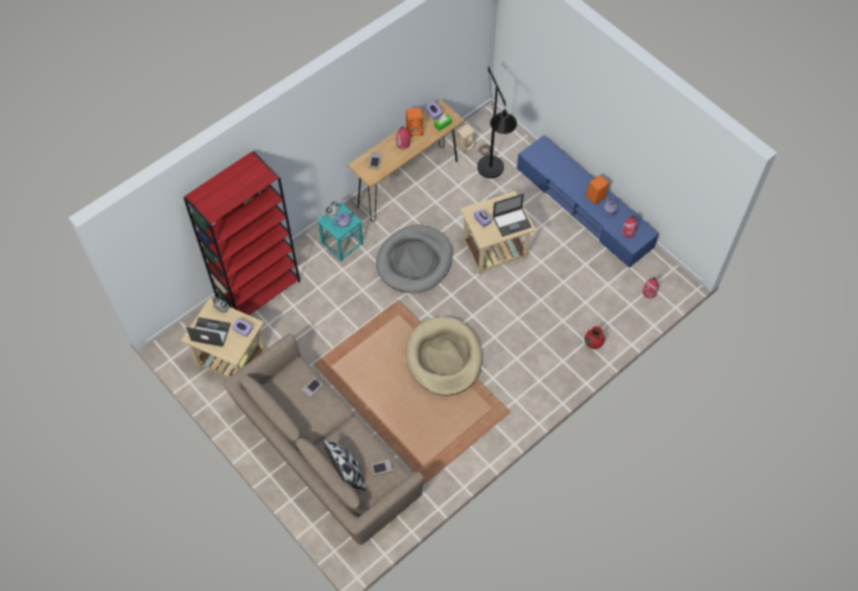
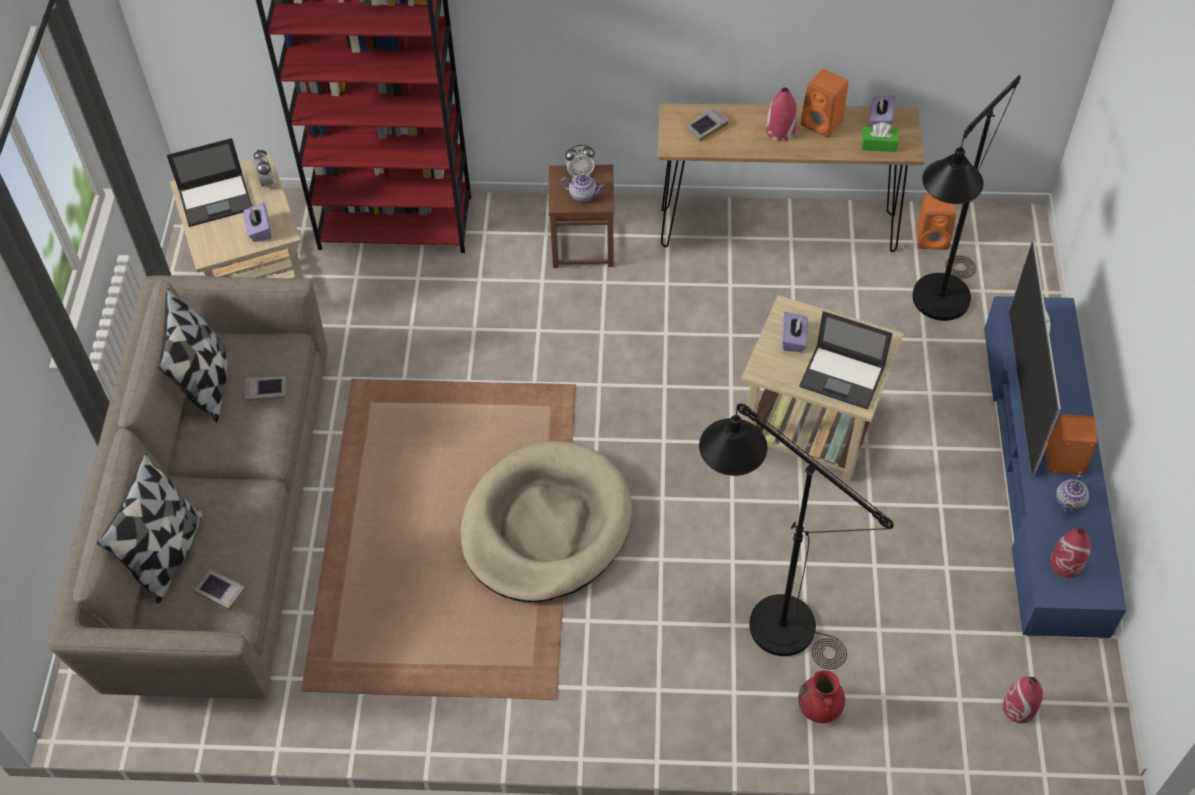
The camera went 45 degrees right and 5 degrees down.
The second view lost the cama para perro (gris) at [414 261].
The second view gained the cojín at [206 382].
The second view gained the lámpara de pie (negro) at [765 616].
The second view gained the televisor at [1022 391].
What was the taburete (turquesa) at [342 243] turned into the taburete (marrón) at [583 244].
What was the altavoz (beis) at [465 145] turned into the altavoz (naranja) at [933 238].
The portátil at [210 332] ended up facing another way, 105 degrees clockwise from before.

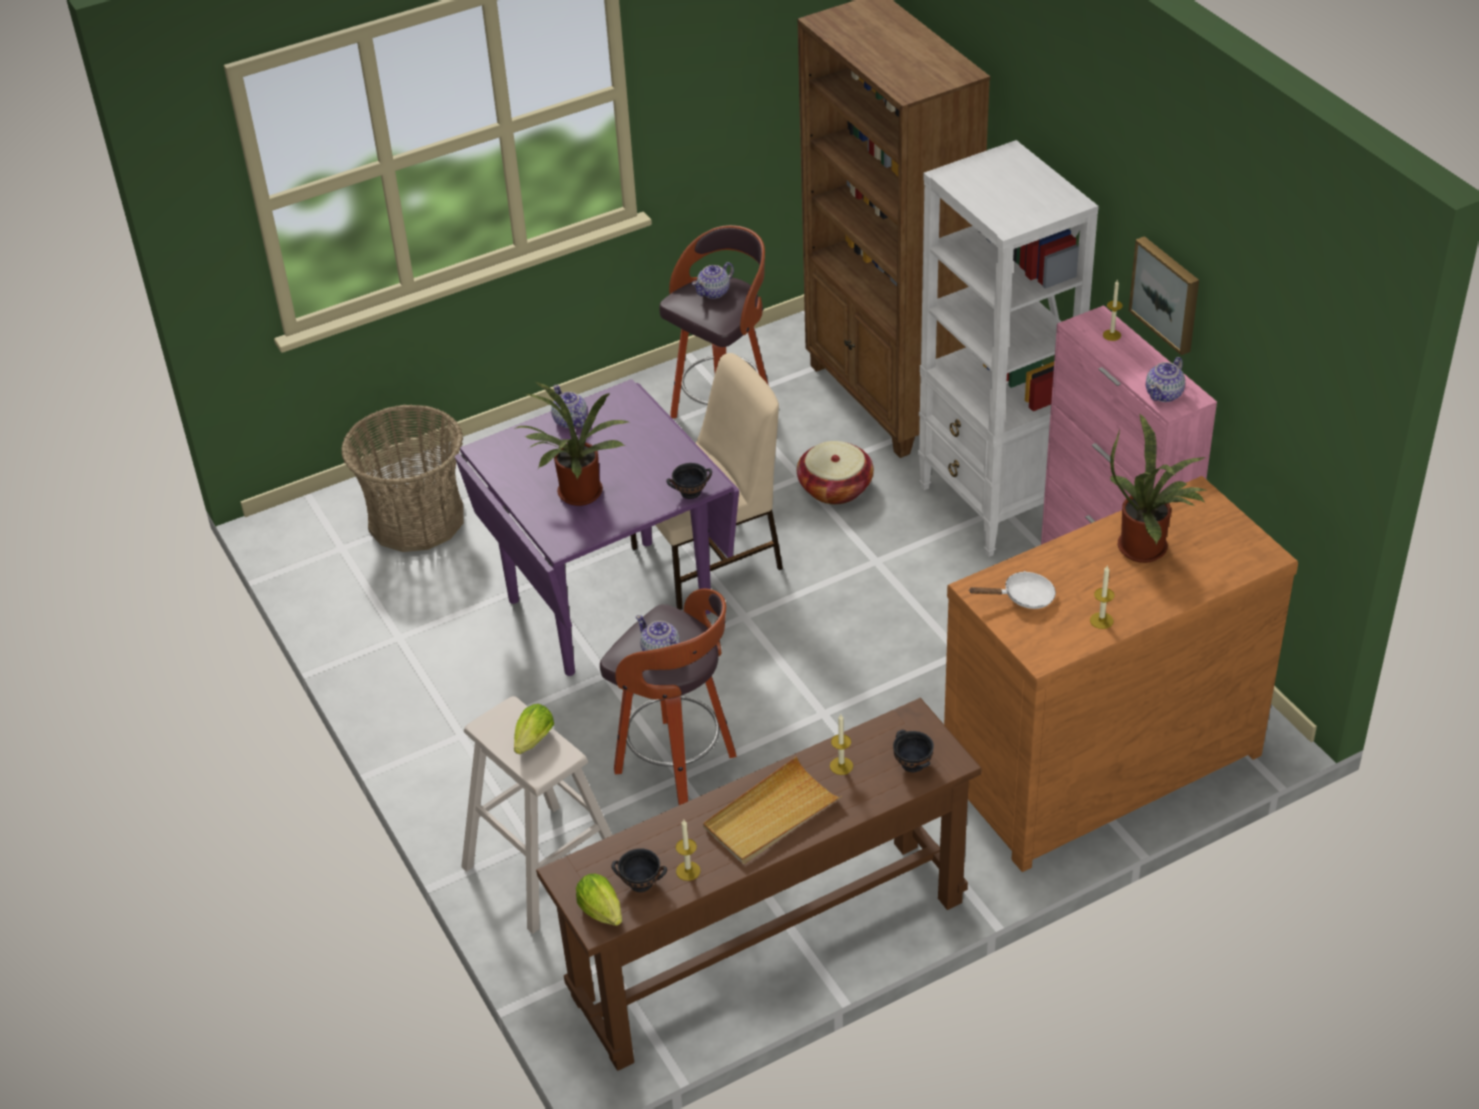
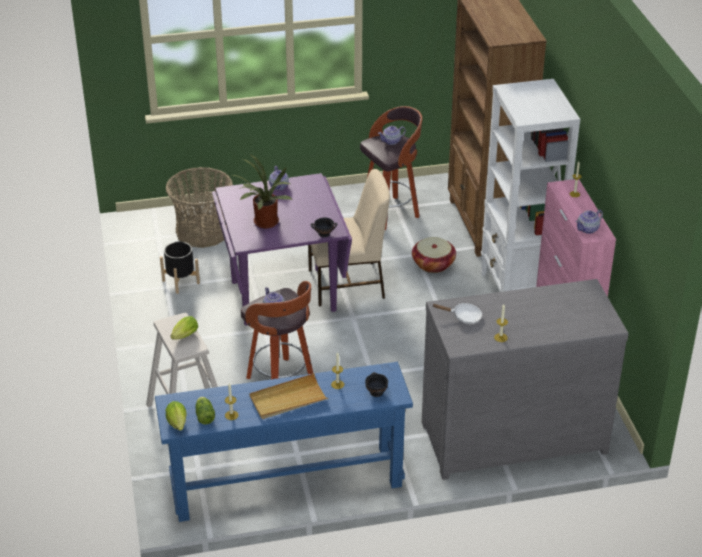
The camera went 15 degrees right and 5 degrees down.
The second view lost the planta en maceta at [1147 548].
The second view lost the cuadro at [1167 294].
The second view gained the maceta (negro) at [181 282].
Where the cuenco (negro) stood at [641 883], the lechuga came to stand at [204 415].
What was the mesa consola (marrón) at [769 948] turned into the mesa consola (azul) at [286 483].
What was the cómoda (marrón) at [1097 763] turned into the cómoda (gris) at [511 435].

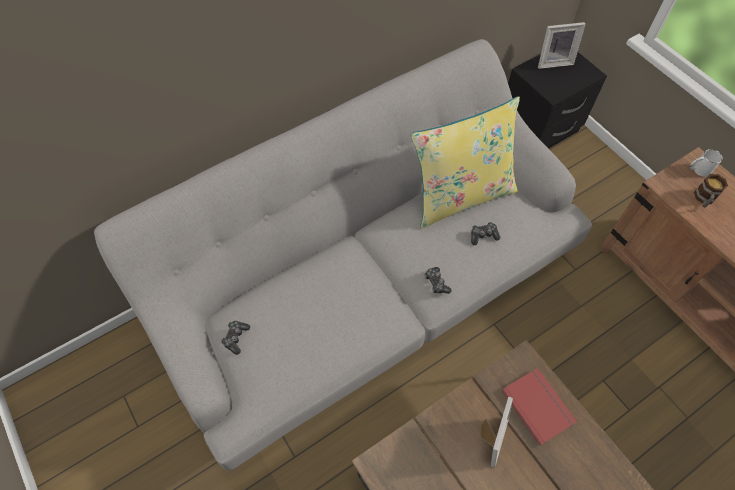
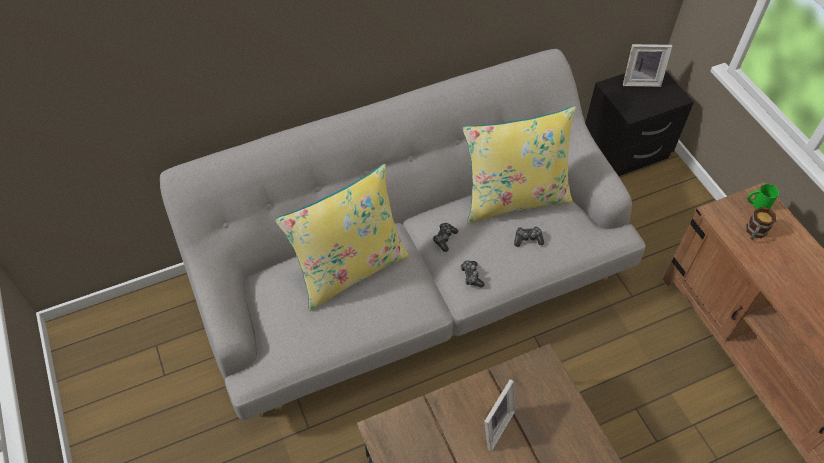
The camera went 10 degrees right and 5 degrees down.
The second view lost the libro (rojo) at [539 405].
The second view gained the cojín (amarillo) at [350 268].
The mando de consola ended up elsewhere, having gone from [236 338] to [444 239].
What was the taza grande (blanco) at [698 169] turned into the taza grande (verde) at [757 204].

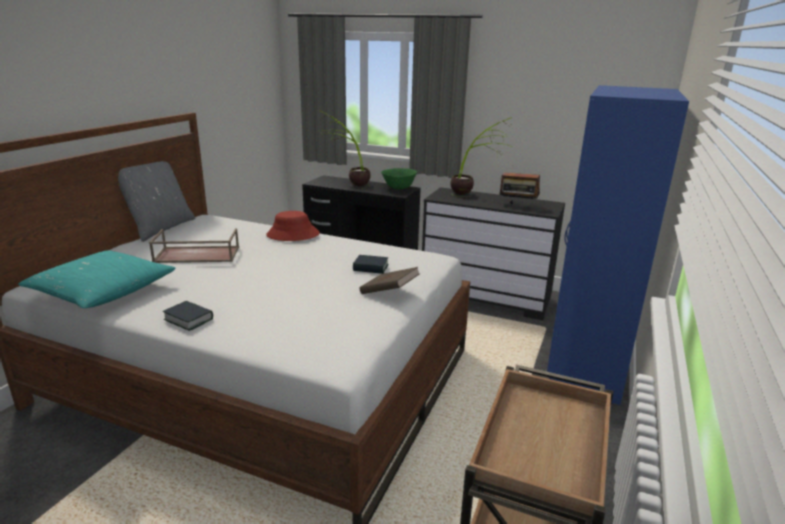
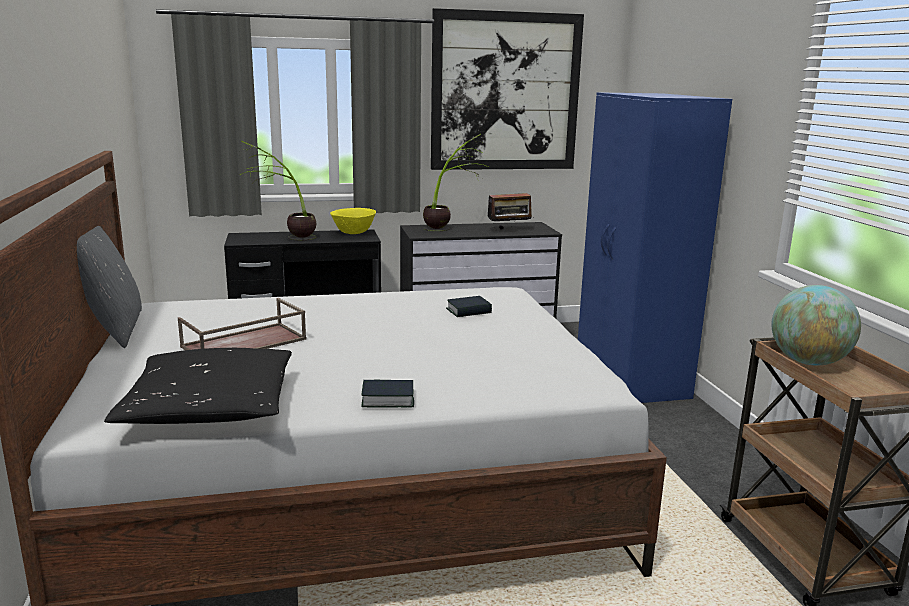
The camera went 35 degrees left and 5 degrees down.
The second view lost the sombrero (rojo) at [293 235].
The second view lost the libro (marrón) at [389 293].
The second view gained the cuadro at [505 92].
The second view gained the globo terráqueo at [808 362].
What was the cojín (turquesa) at [103 292] turned into the cojín (negro) at [210 407].
What was the cuenco (verde) at [399 188] turned into the cuenco (amarillo) at [354 233].

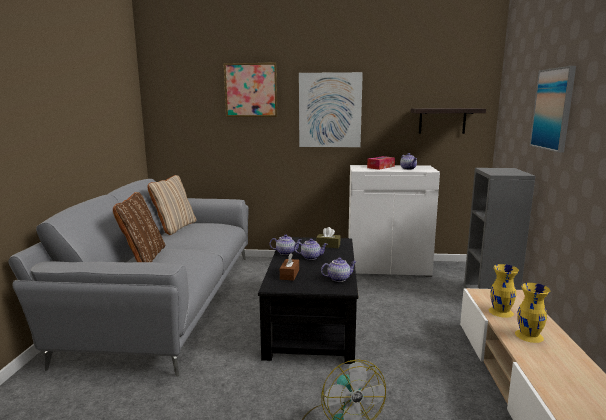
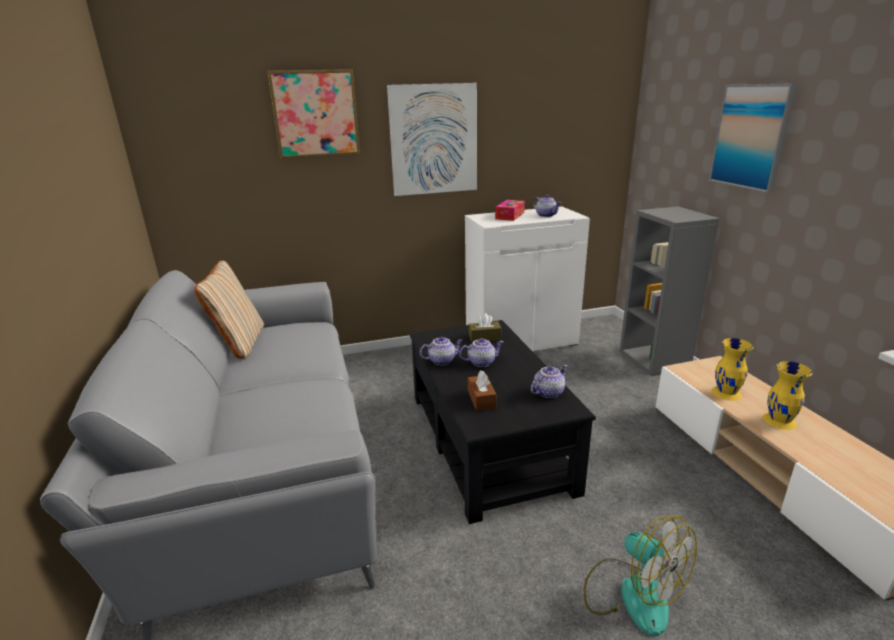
The camera went 20 degrees left and 10 degrees up.
The second view lost the cojín (marrón) at [143 257].
The second view lost the estante at [442 121].

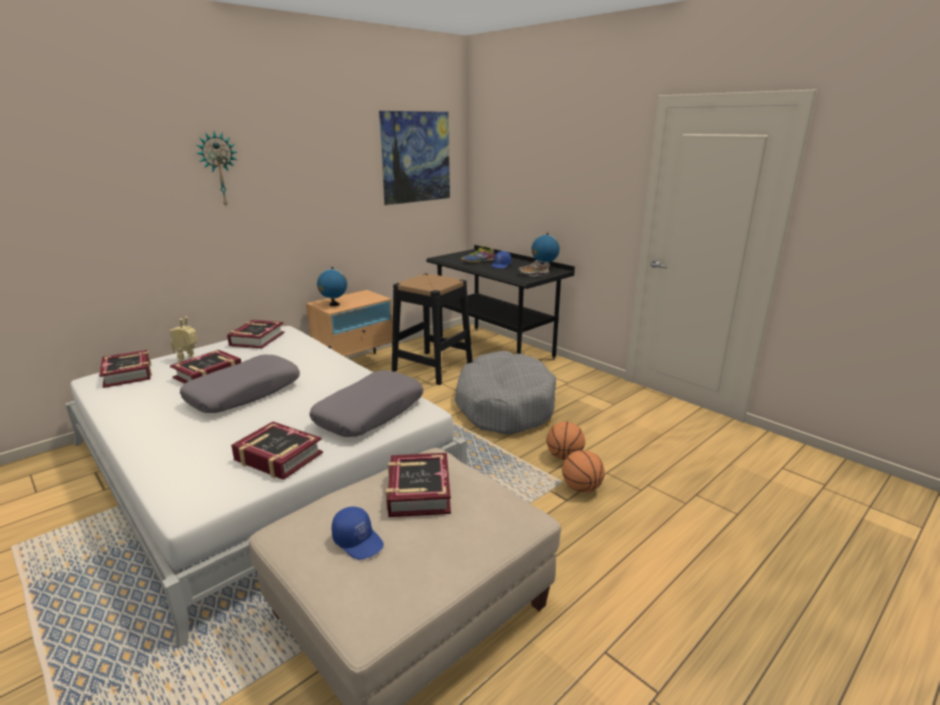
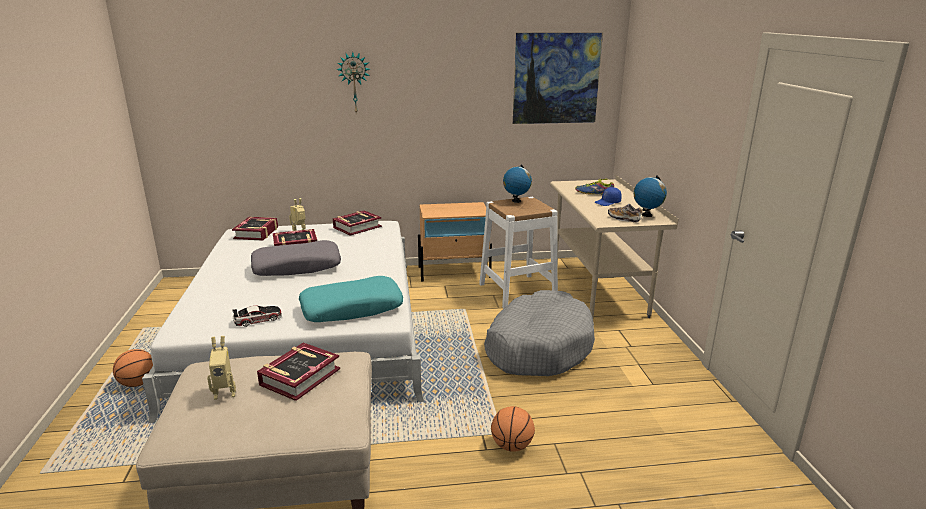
The camera went 35 degrees right and 0 degrees up.
The globo terráqueo ended up elsewhere, having gone from [334 304] to [516 201].
The balón de baloncesto ended up elsewhere, having gone from [564 457] to [138 383].
Where the libro stood at [278 457], the coche de juguete came to stand at [258 319].
Where the gorra (azul) stood at [358 541], the robot de juguete came to stand at [225 392].
What was the cojín (gris) at [369 413] turned into the cojín (turquesa) at [352 308].
What was the taburete (negro) at [432 367] turned into the taburete (blanco) at [517 291].
What was the escritorio (negro) at [495 349] turned into the escritorio (beis) at [598 291].

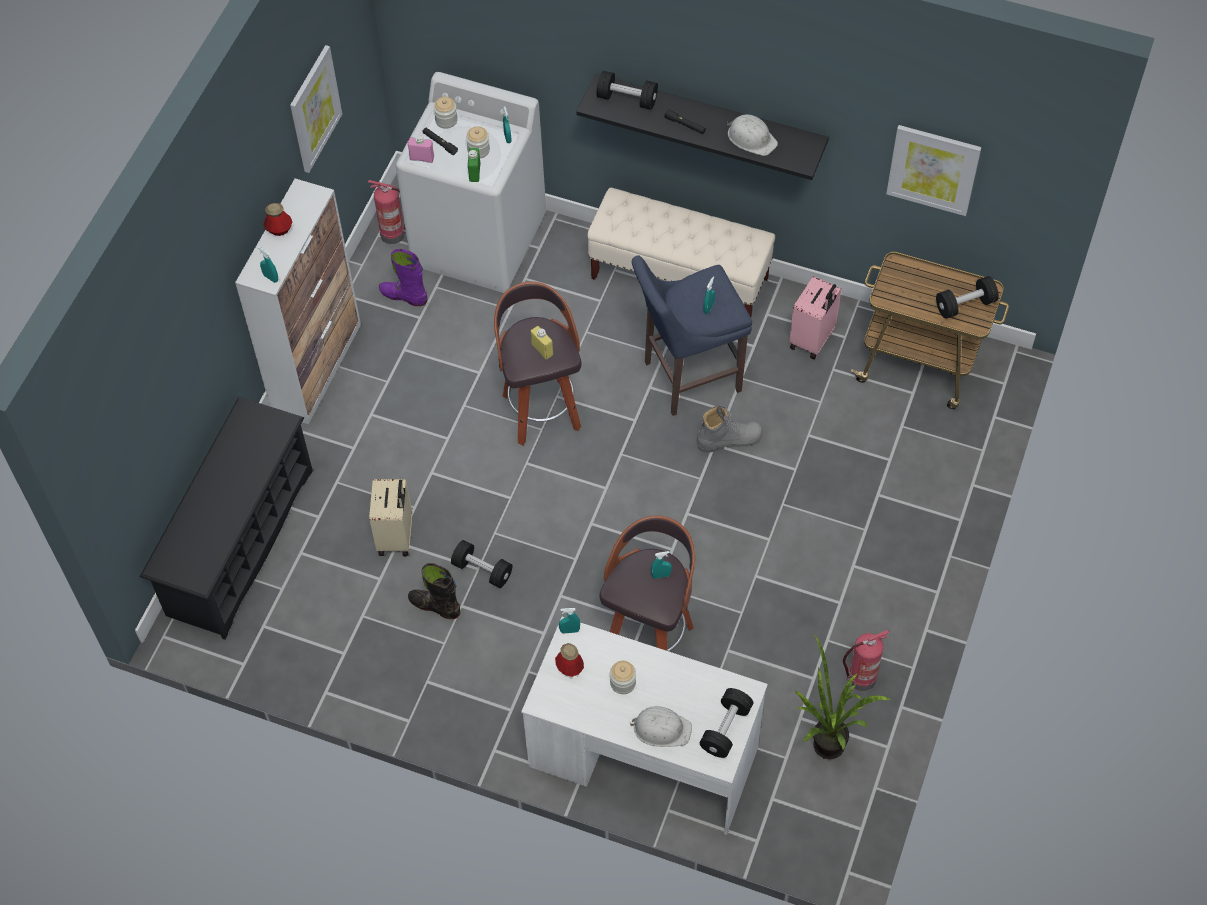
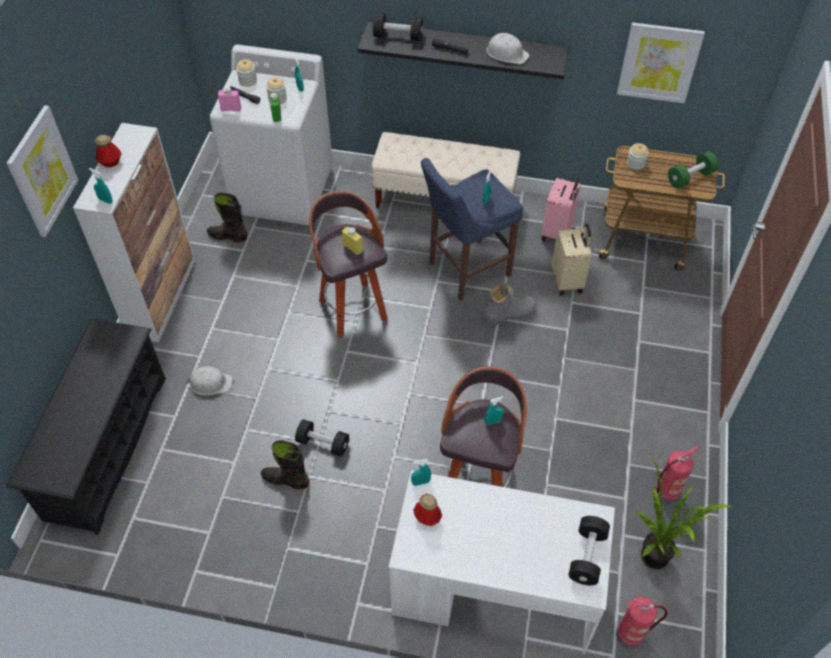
The camera went 10 degrees left and 5 degrees down.
The cuadro ended up elsewhere, having gone from [314 109] to [42 172].
The extintor ended up elsewhere, having gone from [394 234] to [631 634].
The maleta (beis) ended up elsewhere, having gone from [396 537] to [568 281].
The tarro ended up elsewhere, having gone from [623 683] to [635 164].
The casco (blanco) ended up elsewhere, having gone from [661 728] to [210 383].
What was the bota (morado) at [404 296] turned into the bota (negro) at [228 236].
What was the mancuerna (negro) at [965 305] turned into the mancuerna (verde) at [690 177].

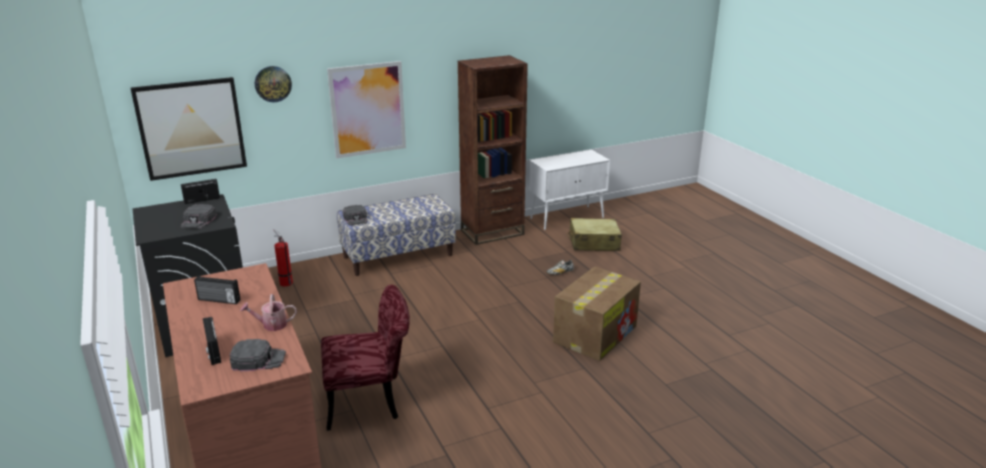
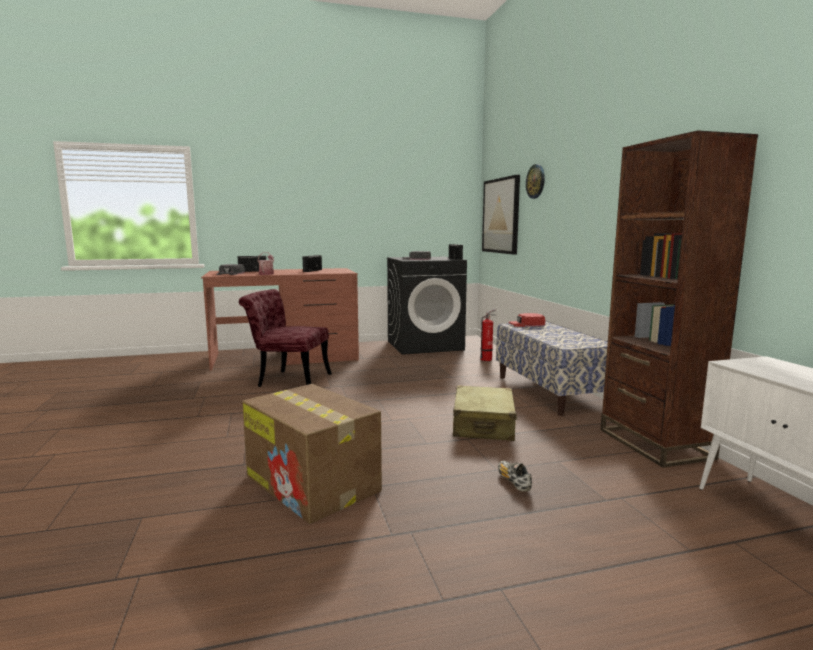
The camera went 100 degrees right and 15 degrees down.
The second view lost the cuadro at [367 109].
The maleta (beis) ended up elsewhere, having gone from [593 243] to [483 425].
What was the gorra (negro) at [356 218] turned into the gorra (rojo) at [526 324].
The silla (rojo) at [370 401] ended up facing another way, 105 degrees clockwise from before.

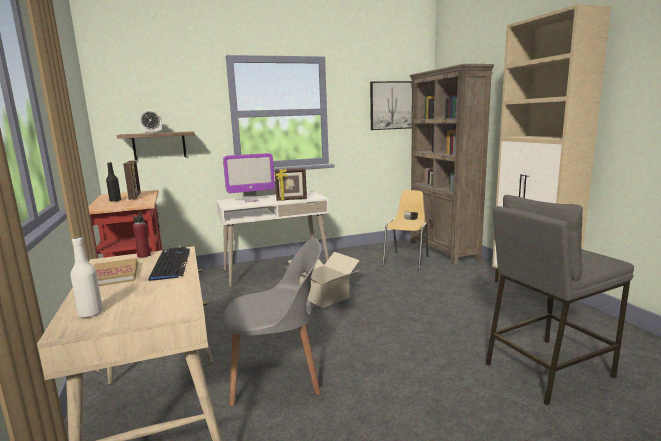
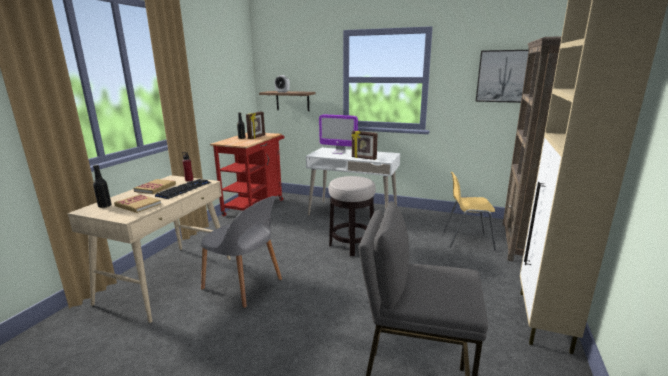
The camera went 40 degrees right and 5 degrees up.
The second view gained the libro at [138 205].
Where the caja de cartón stood at [324 296], the taburete came to stand at [351 245].
What was the botella (blanco) at [91 313] turned into the botella (negro) at [105 206].
The silla (amarillo) at [407 260] ended up facing another way, 150 degrees counterclockwise from before.

